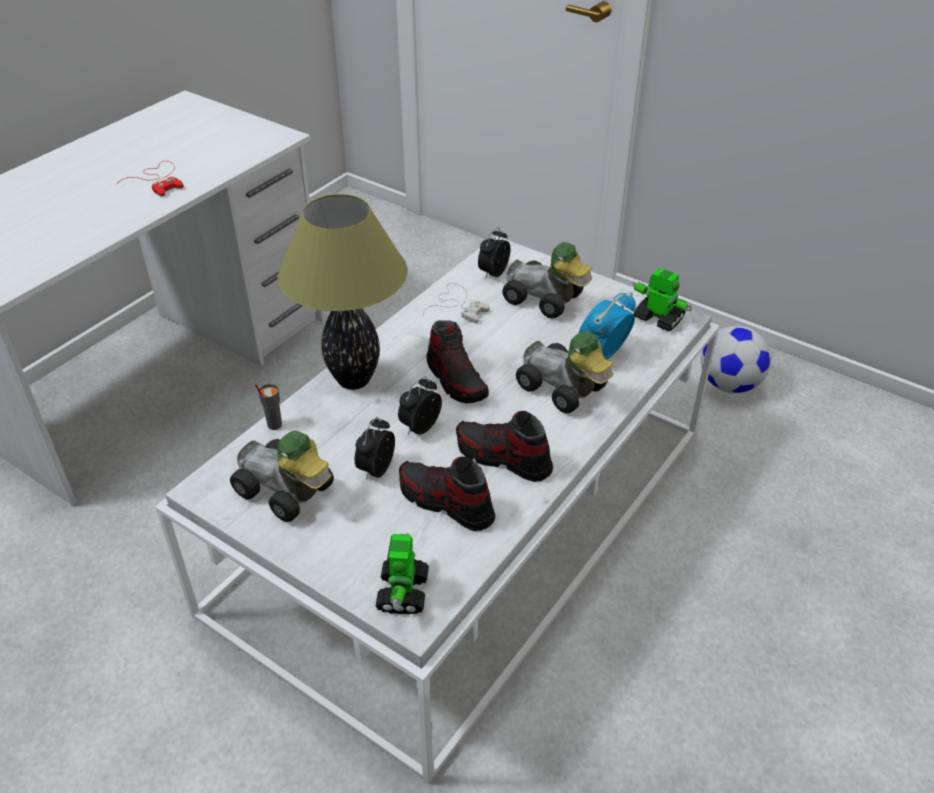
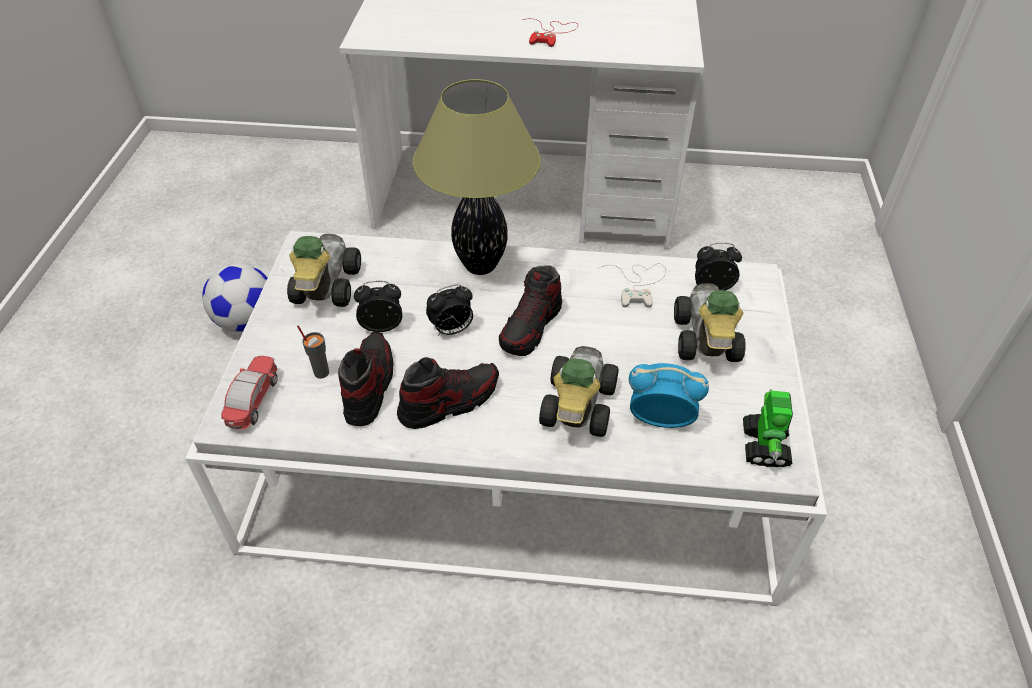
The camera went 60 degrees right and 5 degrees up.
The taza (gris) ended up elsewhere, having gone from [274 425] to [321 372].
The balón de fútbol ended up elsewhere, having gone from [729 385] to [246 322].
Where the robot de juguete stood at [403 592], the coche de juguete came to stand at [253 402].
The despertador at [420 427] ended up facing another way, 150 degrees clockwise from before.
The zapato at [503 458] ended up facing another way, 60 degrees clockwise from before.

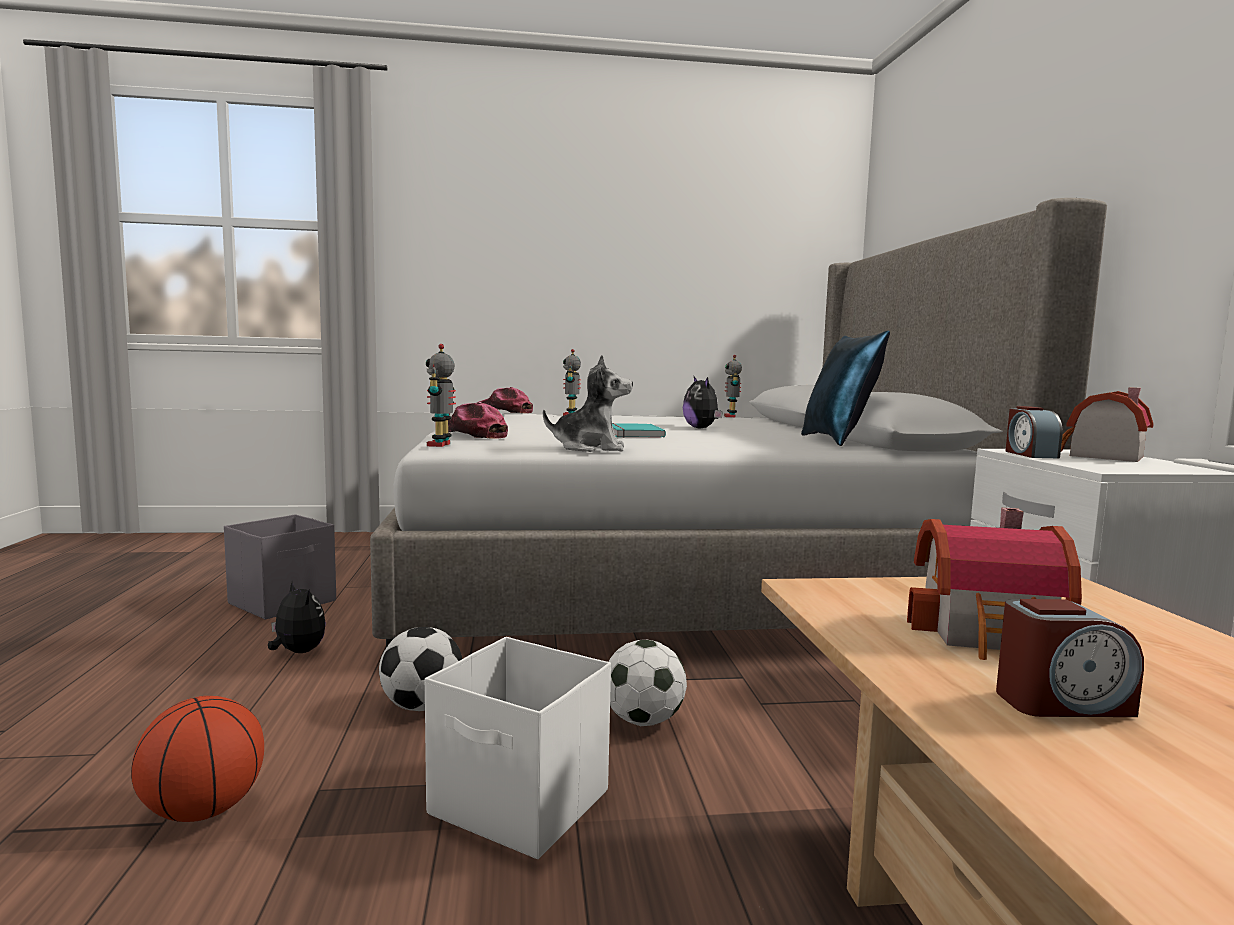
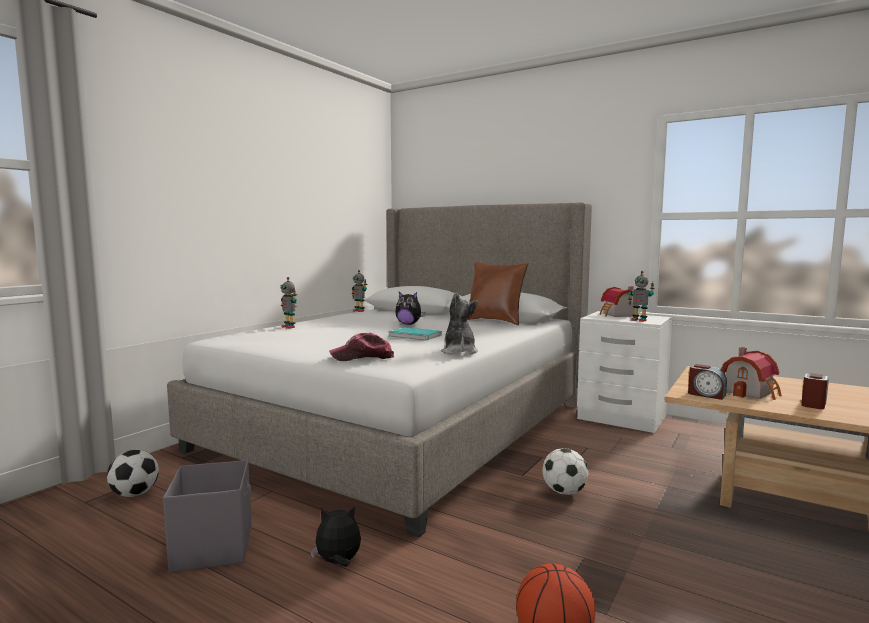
The camera went 50 degrees left and 0 degrees up.
The second view lost the caja de almacenaje (blanco) at [521 804].
The second view lost the gorra at [504 411].
The balón de fútbol ended up elsewhere, having gone from [422 706] to [135 494].
The robot de juguete ended up elsewhere, having gone from [441 445] to [639 320].
The despertador ended up elsewhere, having gone from [1030 454] to [706 395].
What was the cojín (azul) at [839 441] turned into the cojín (marrón) at [495 321].
The peluche at [590 448] ended up facing another way, 45 degrees counterclockwise from before.

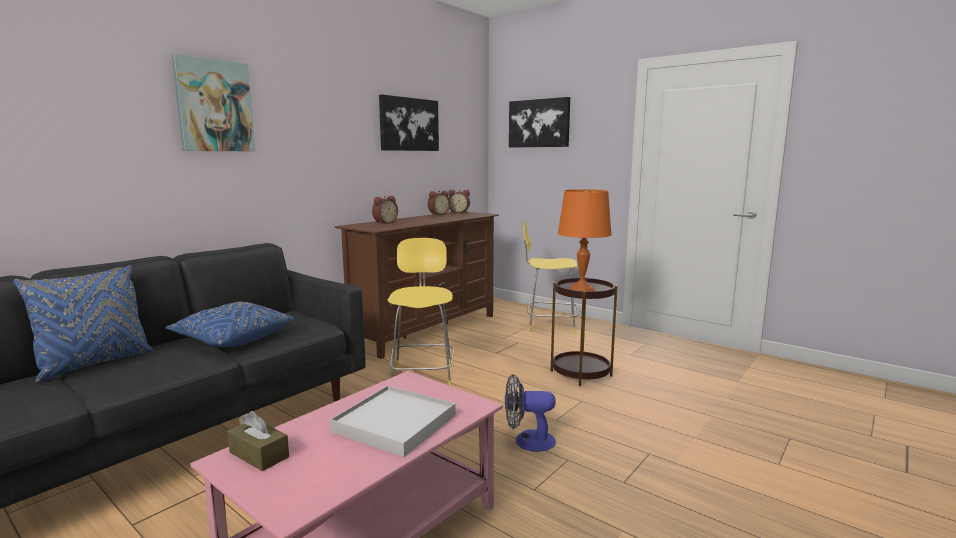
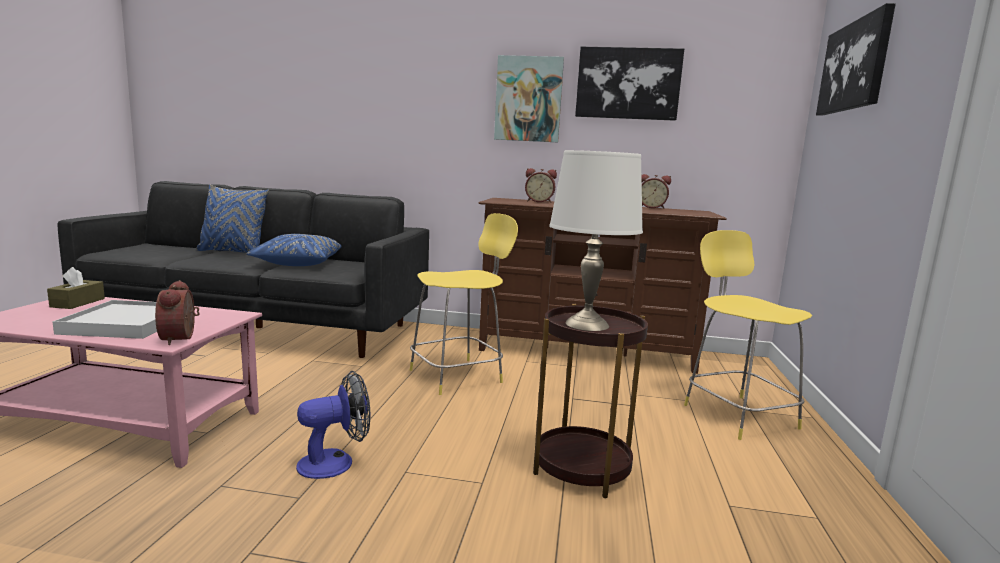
The camera went 60 degrees right and 0 degrees up.
The cuadro ended up elsewhere, having gone from [214 106] to [528 99].
The despertador ended up elsewhere, having gone from [459 212] to [181 338].
What was the lámpara de mesa (naranja) at [582 289] turned into the lámpara de mesa (blanco) at [587 324].
The ventilador at [527 441] ended up facing another way, 90 degrees clockwise from before.

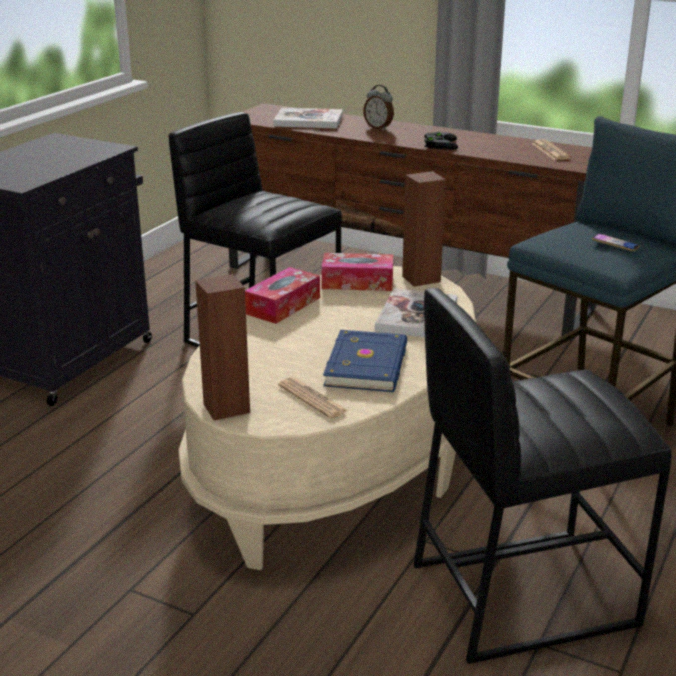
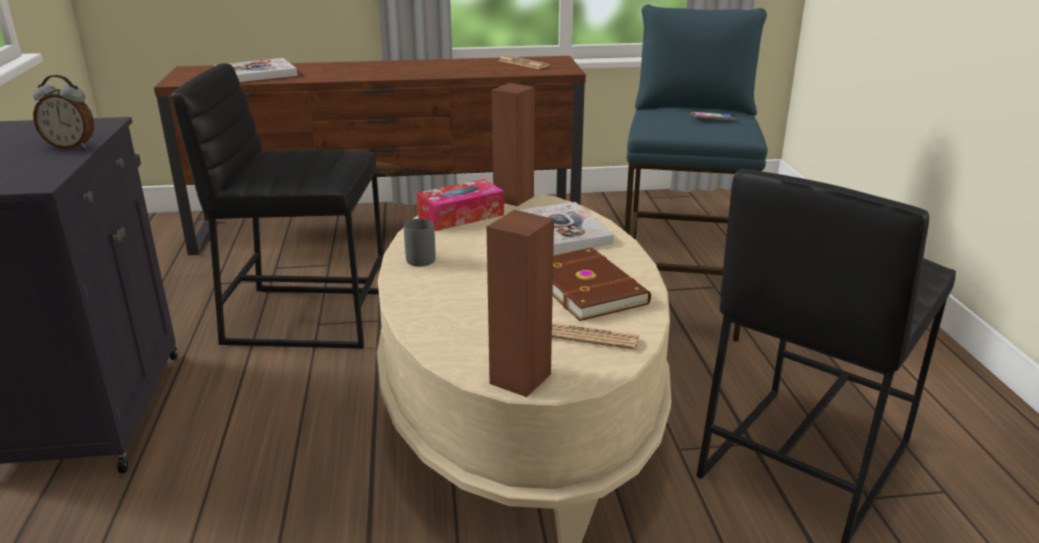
The camera went 35 degrees left and 0 degrees up.
The second view lost the mando de consola (negro) at [439 144].
The despertador ended up elsewhere, having gone from [379 127] to [71 146].
Where the caja de pañuelos stood at [283 306], the taza grande (gris) came to stand at [421 257].
What was the libro (azul) at [368 365] turned into the libro (marrón) at [588 287].

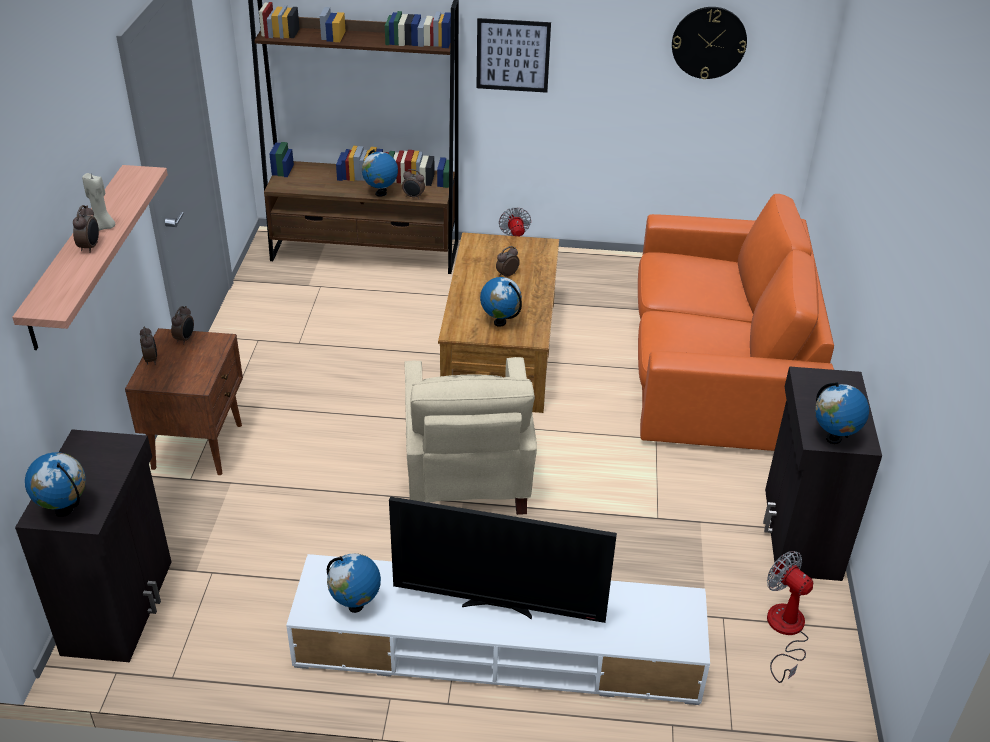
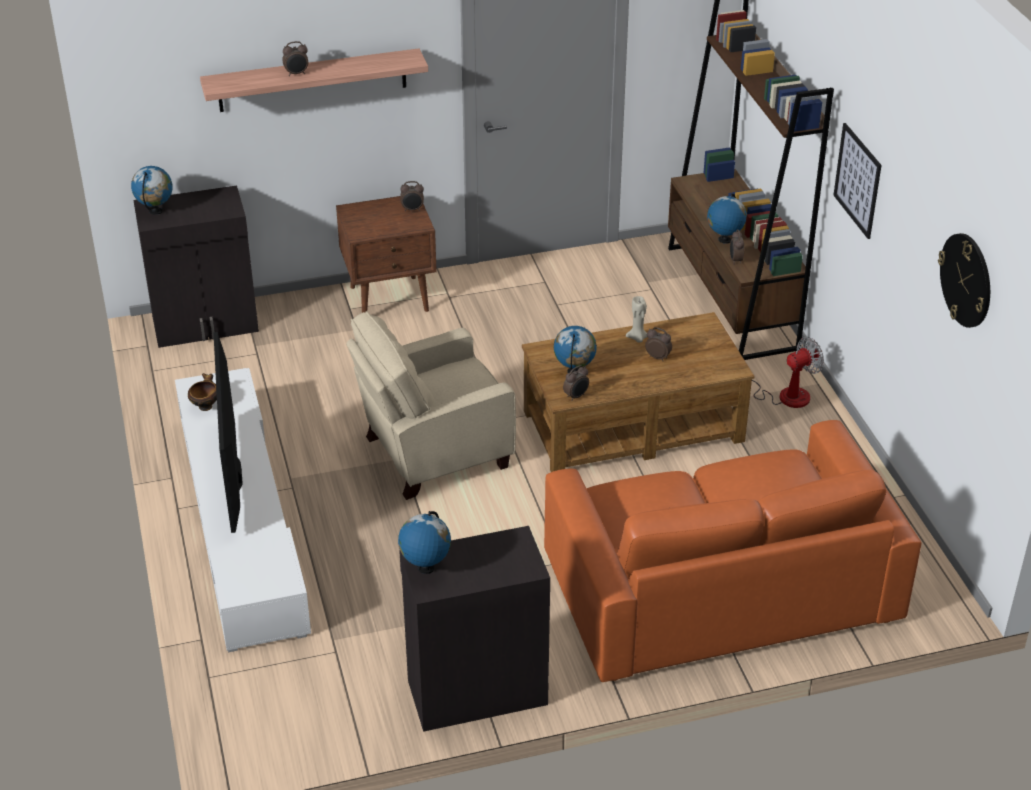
The camera went 70 degrees right and 0 degrees up.
The second view lost the ventilador at [785 631].
The vela (beis) ended up elsewhere, having gone from [104 227] to [637 338].
The despertador ended up elsewhere, having gone from [151 360] to [576 396].
Where the globo terráqueo stood at [355 606], the cuenco came to stand at [205 406].

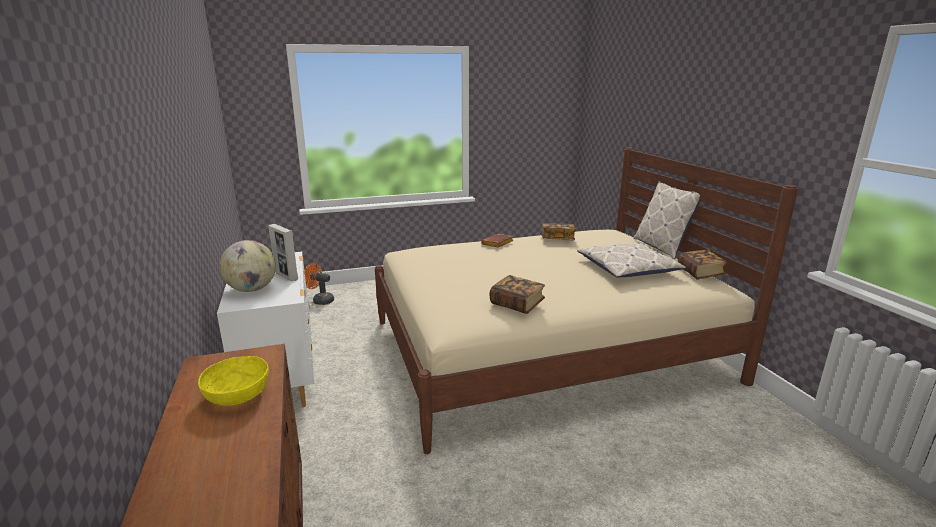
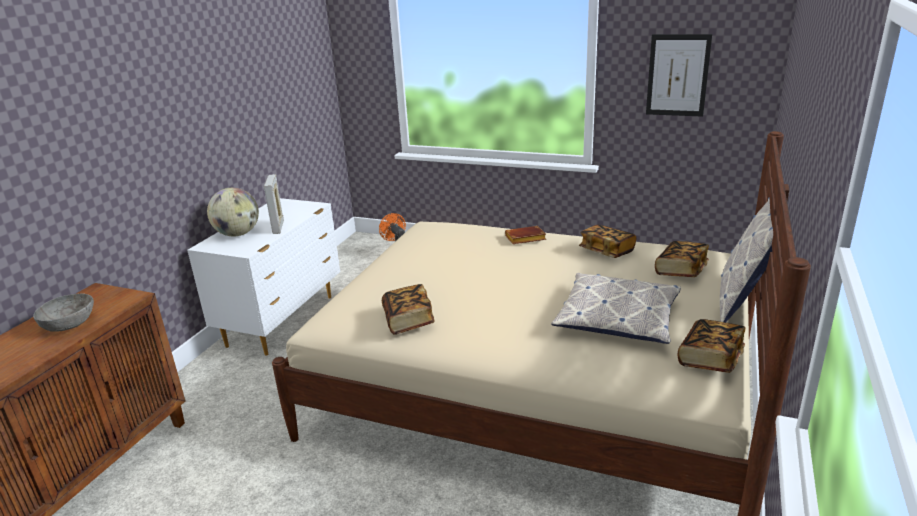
The camera went 40 degrees right and 5 degrees up.
The second view gained the cuadro at [677 75].
The second view gained the libro at [681 270].
What was the cuenco (amarillo) at [237 395] turned into the cuenco (gris) at [69 324].

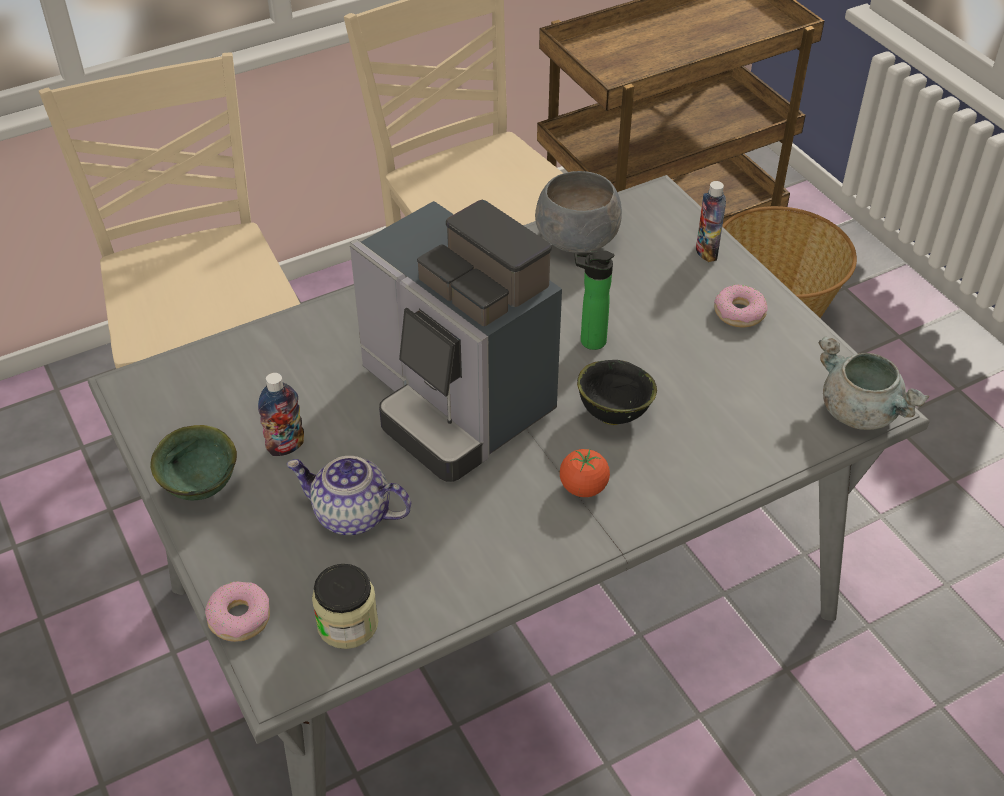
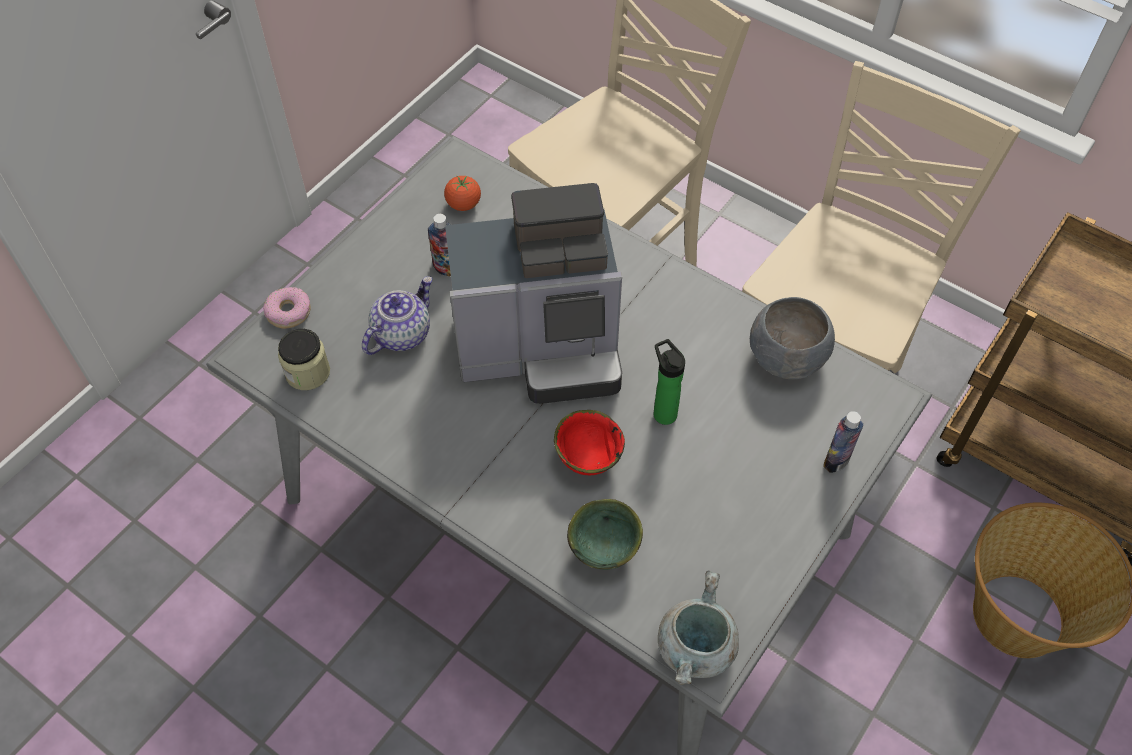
The camera went 65 degrees right and 10 degrees up.
The second view lost the rosquilla at [739 312].
The cuenco (verde) ended up elsewhere, having gone from [202 486] to [606 550].
The tomate ended up elsewhere, having gone from [583 487] to [463 204].
What was the cuenco (negro) at [612 414] turned into the cuenco (rojo) at [587 458].
The tetera at [351 515] ended up facing another way, 45 degrees clockwise from before.
The cafetera at [455 402] ended up facing another way, 120 degrees counterclockwise from before.

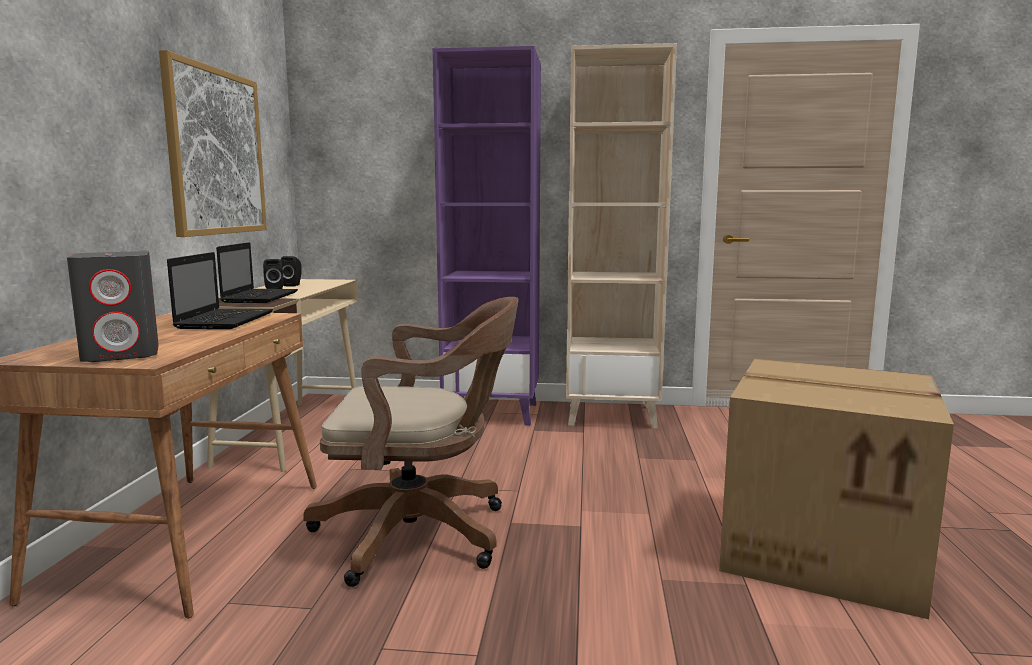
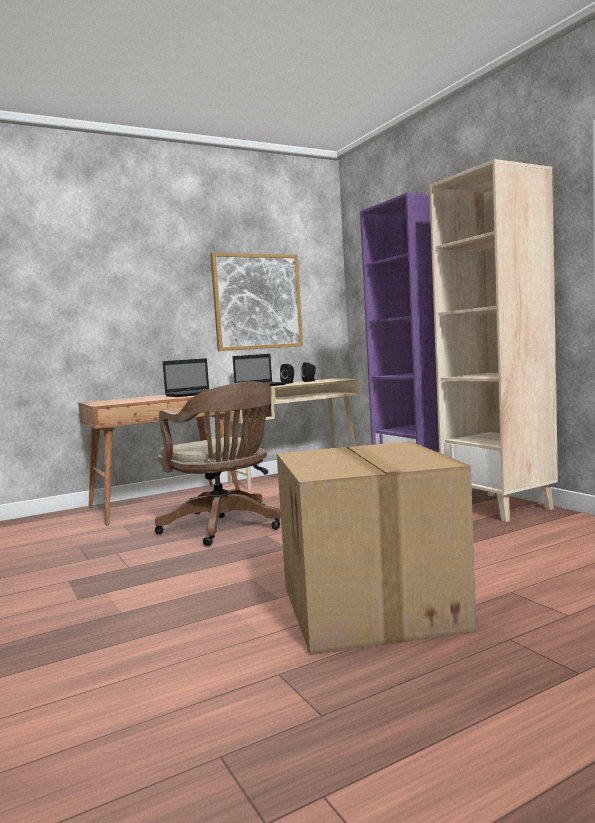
The camera went 55 degrees right and 5 degrees down.
The second view lost the altavoz (gris) at [122 354].

